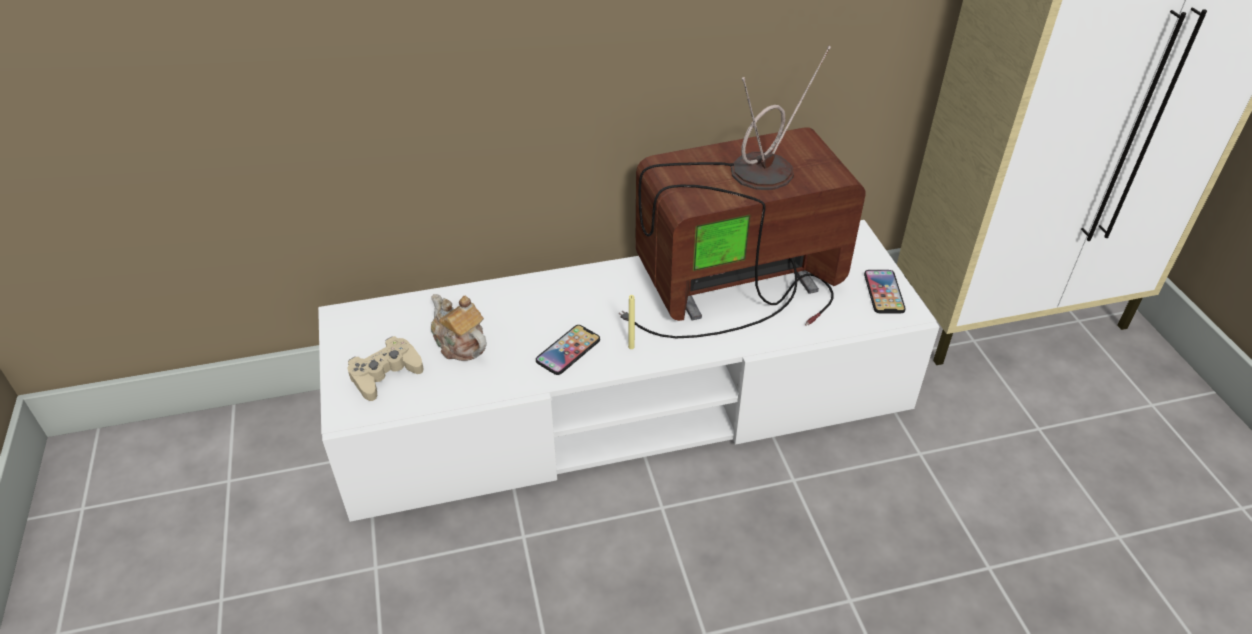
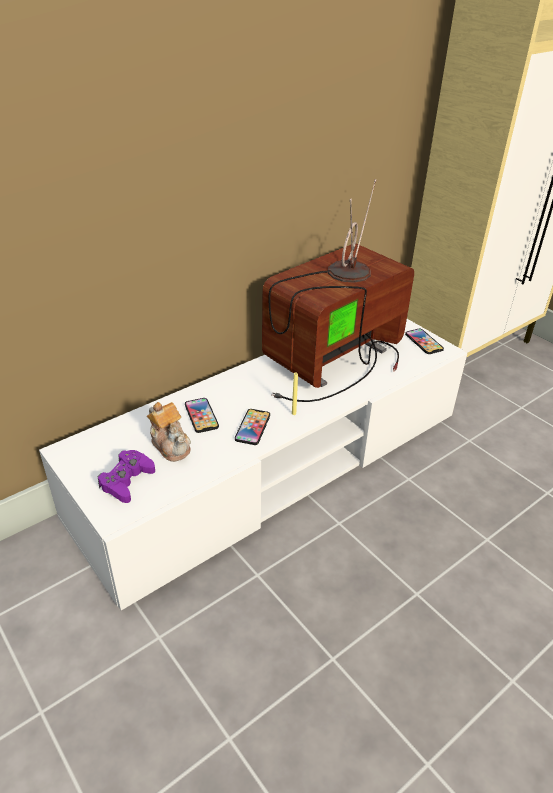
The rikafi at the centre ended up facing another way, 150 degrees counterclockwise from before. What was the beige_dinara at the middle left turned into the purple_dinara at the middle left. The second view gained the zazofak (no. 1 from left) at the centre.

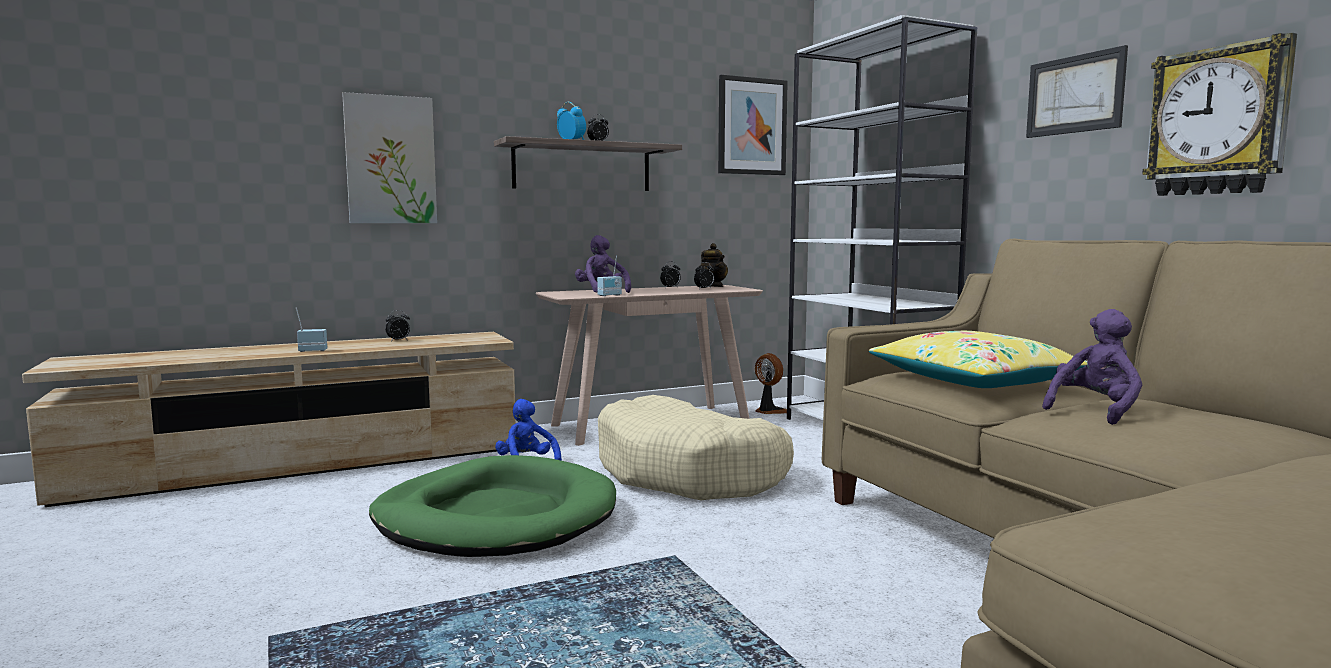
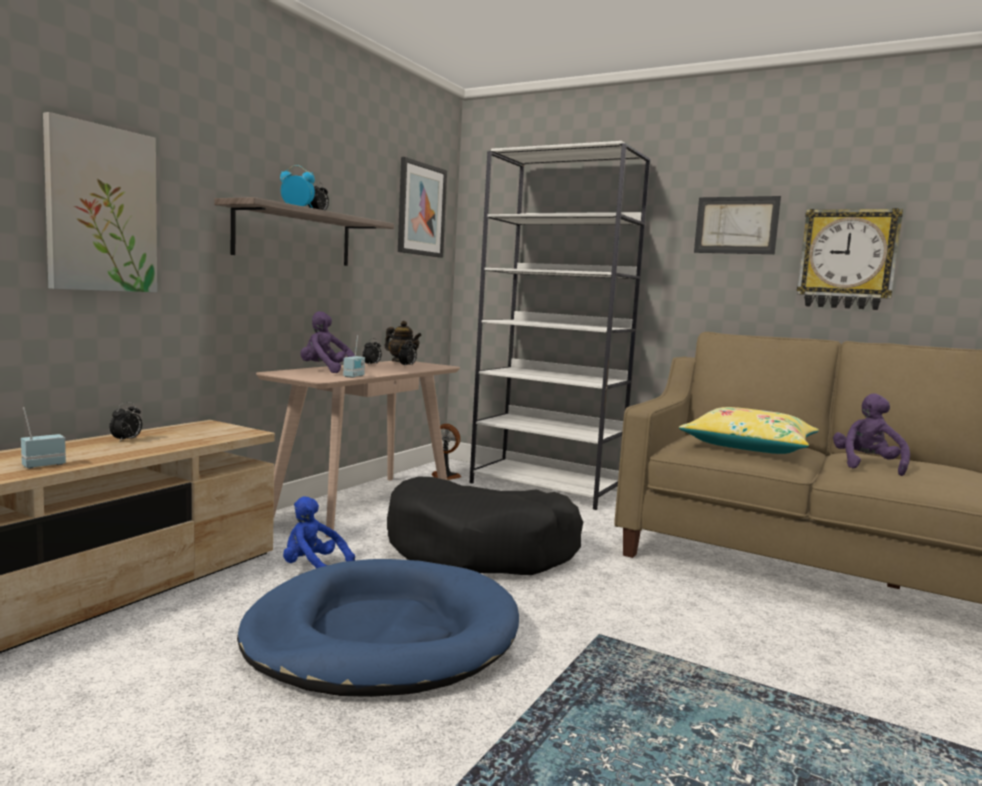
What was the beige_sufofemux at the bottom centre turned into the black_sufofemux at the bottom centre. What was the green_sufofemux at the bottom centre turned into the blue_sufofemux at the bottom centre.

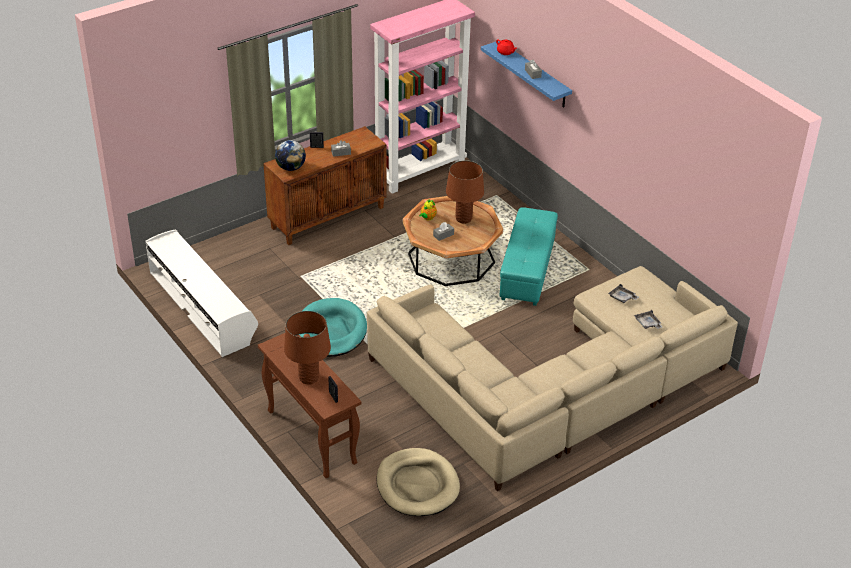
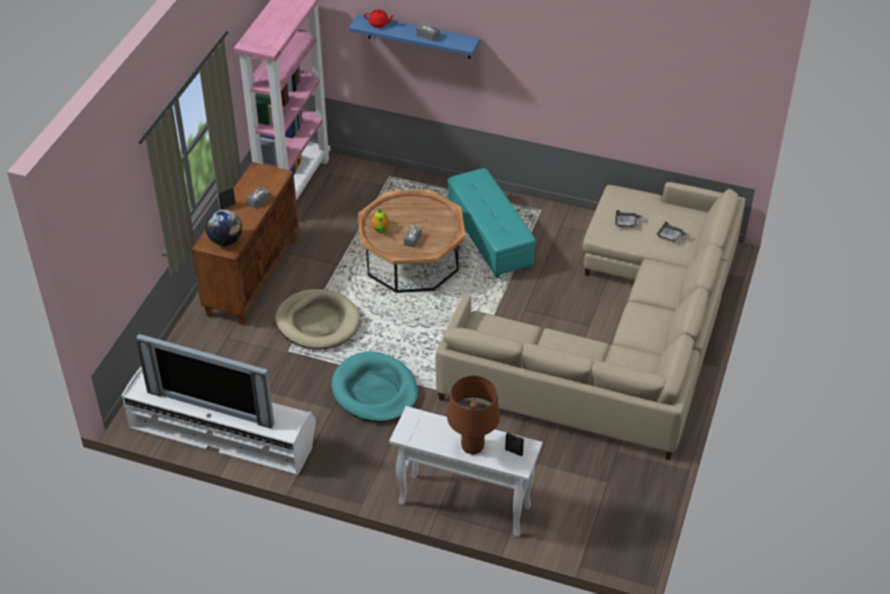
The second view lost the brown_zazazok (no. 2 from left) at the centre. What was the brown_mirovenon at the bottom centre turned into the white_mirovenon at the bottom centre. The beige_sufofemux ended up elsewhere, having gone from the bottom centre to the centre. The second view gained the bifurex at the middle left.

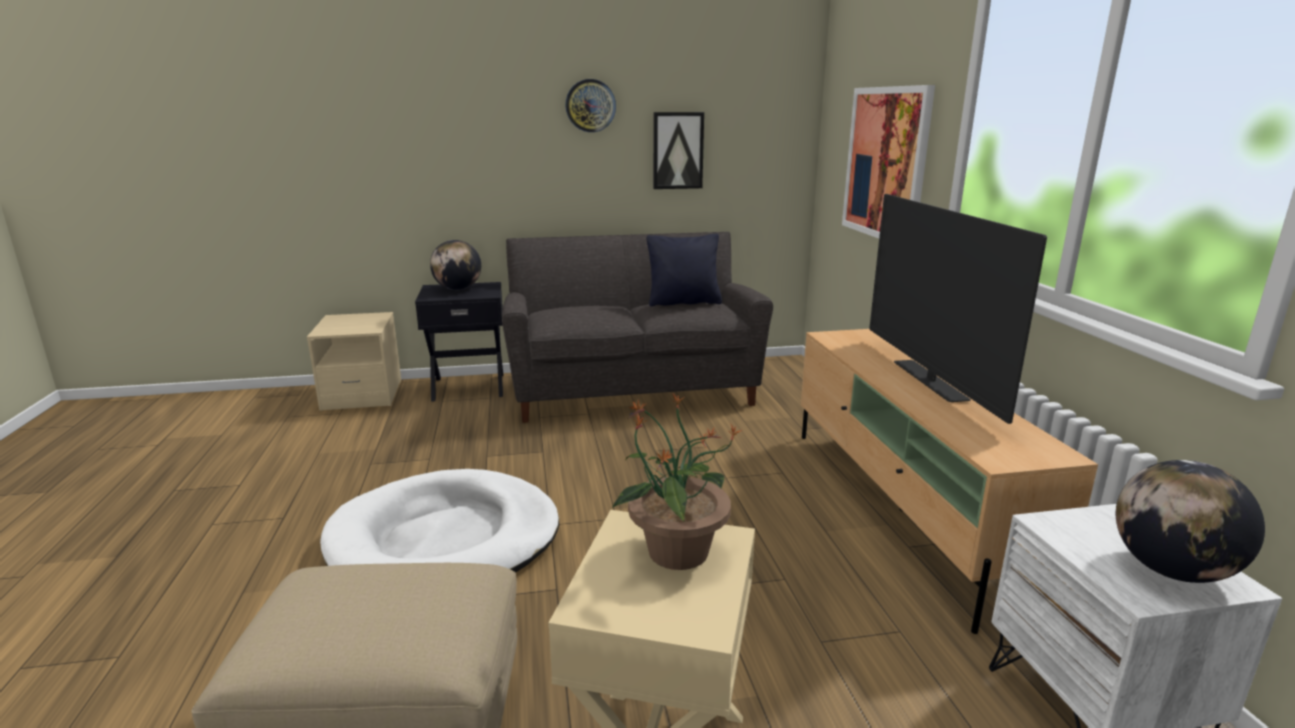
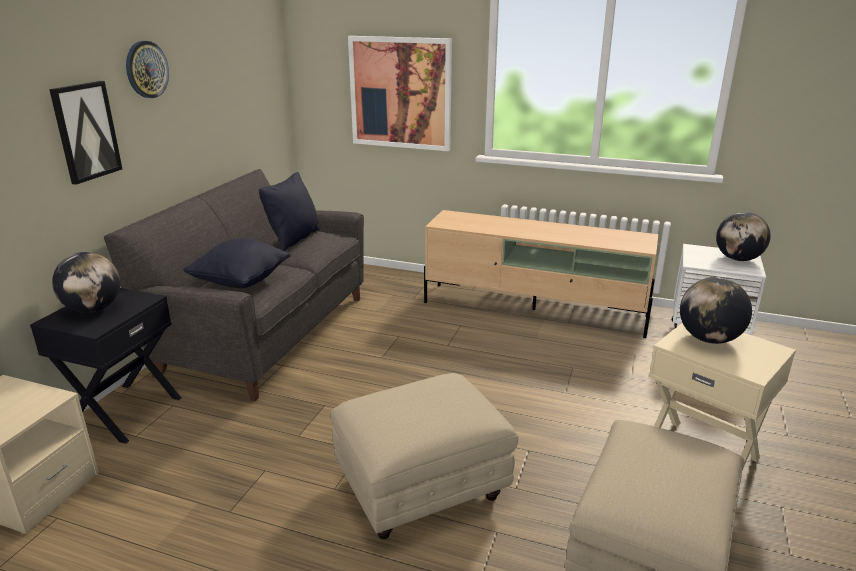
The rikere (no. 1 from left) ended up elsewhere, having gone from the top centre to the top left. The second view lost the bifurex at the middle right. Where the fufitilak stood at the centre, the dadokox (no. 2 from left) came to stand at the middle right. Where the white_sufofemux stood at the bottom centre, the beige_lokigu (no. 1 from left) came to stand at the bottom centre. The second view gained the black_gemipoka (no. 1 from left) at the middle left.

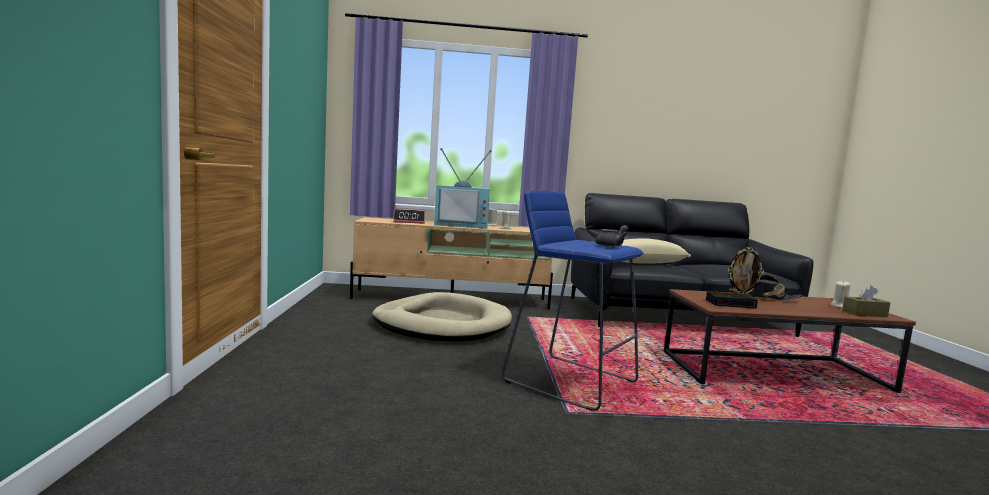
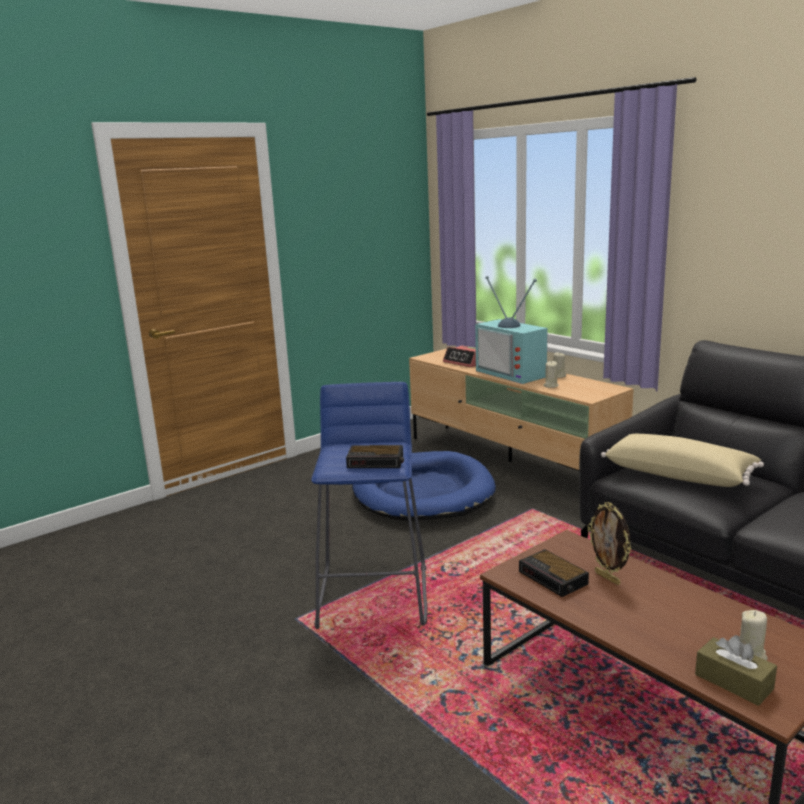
Where the grey_rikafi stood at the centre, the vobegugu (no. 1 from left) came to stand at the centre. The second view lost the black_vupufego at the middle right. What was the beige_sufofemux at the centre turned into the blue_sufofemux at the centre.

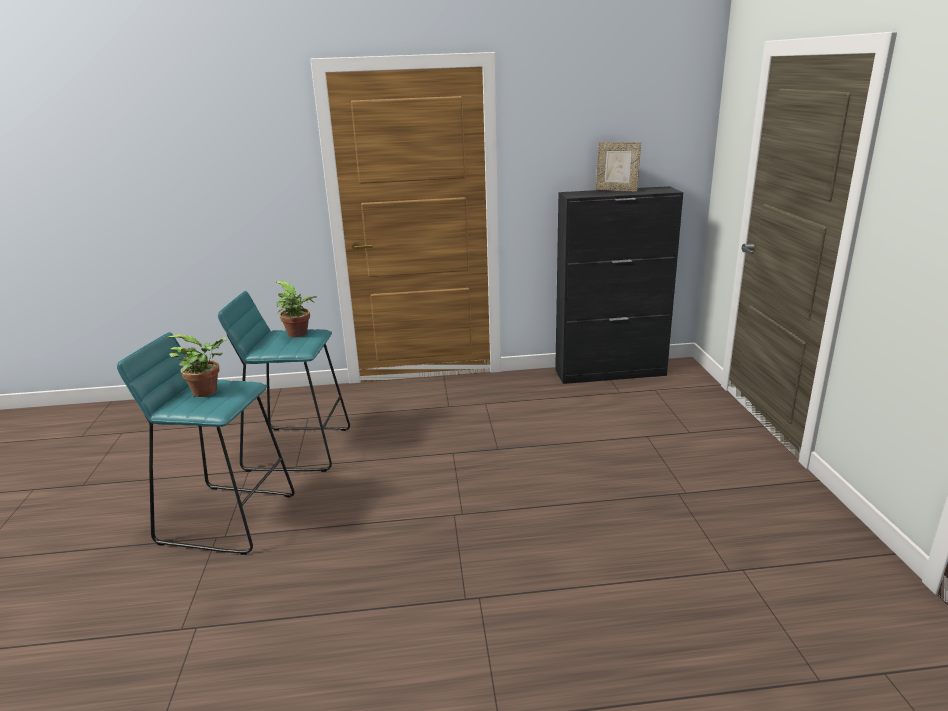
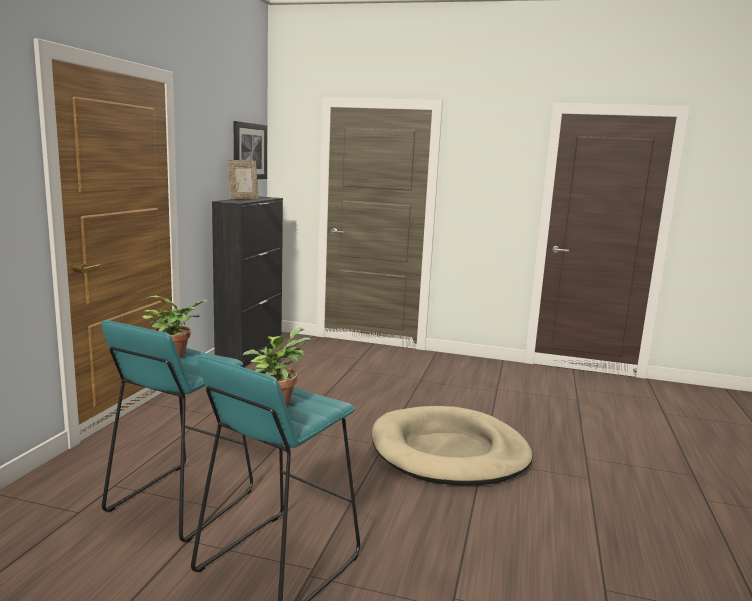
The second view gained the rikere at the top left. The second view gained the beige_sufofemux at the bottom centre.

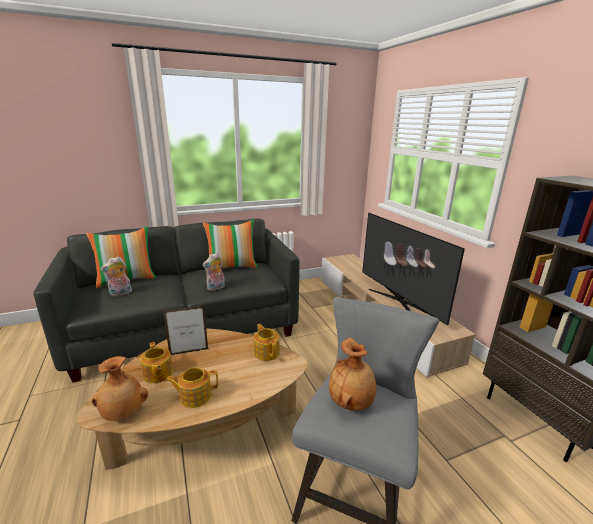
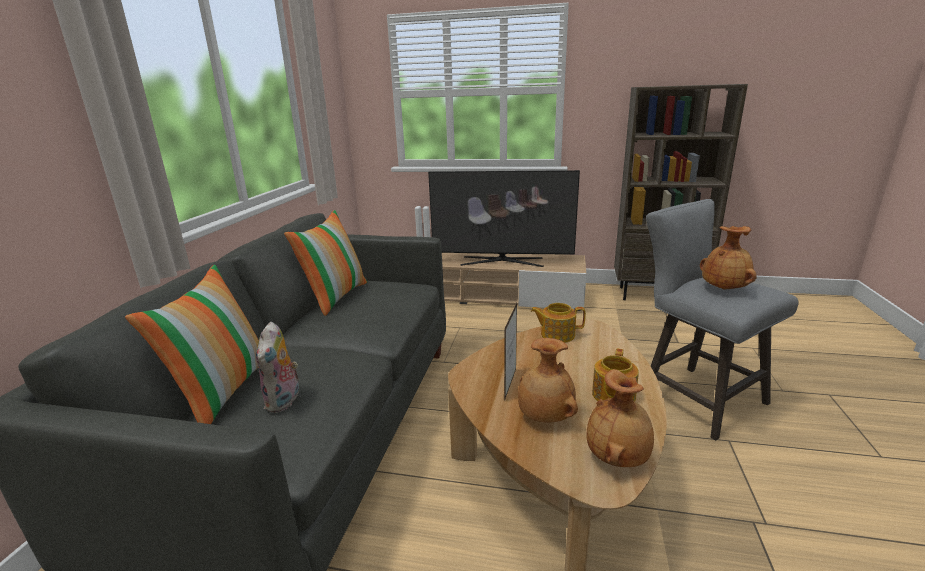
The second view lost the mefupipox (no. 2 from left) at the centre. Where the rikafi (no. 1 from left) stood at the bottom left, the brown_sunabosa (no. 1 from left) came to stand at the centre.

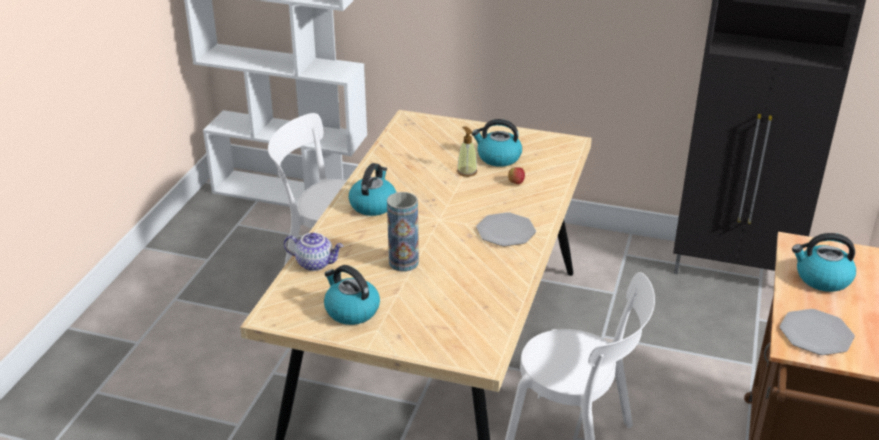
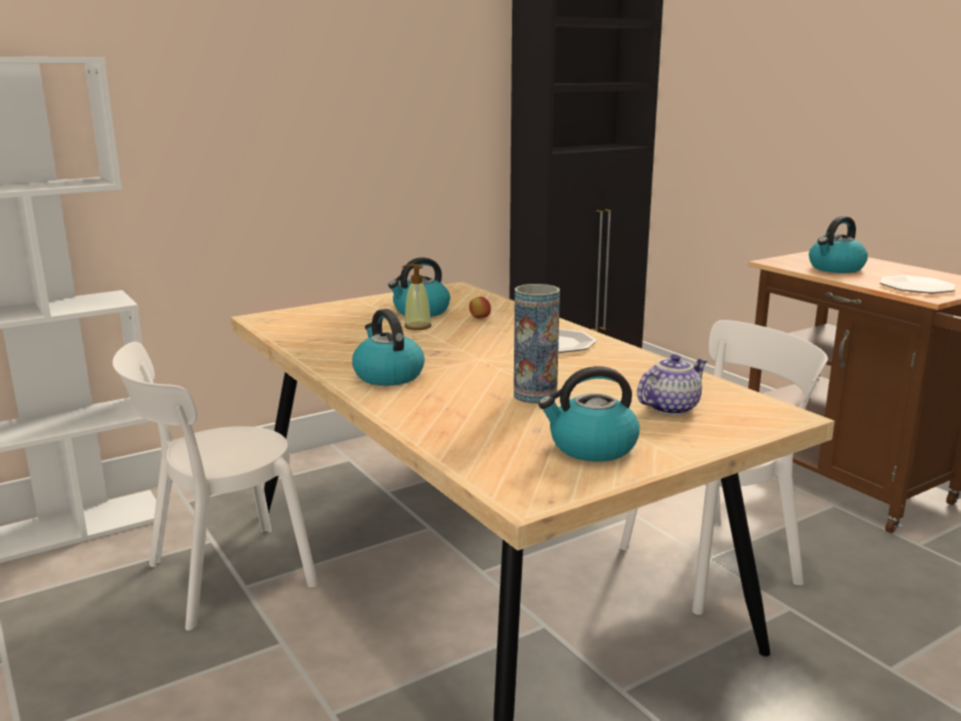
The rikafi ended up elsewhere, having gone from the centre to the middle right.

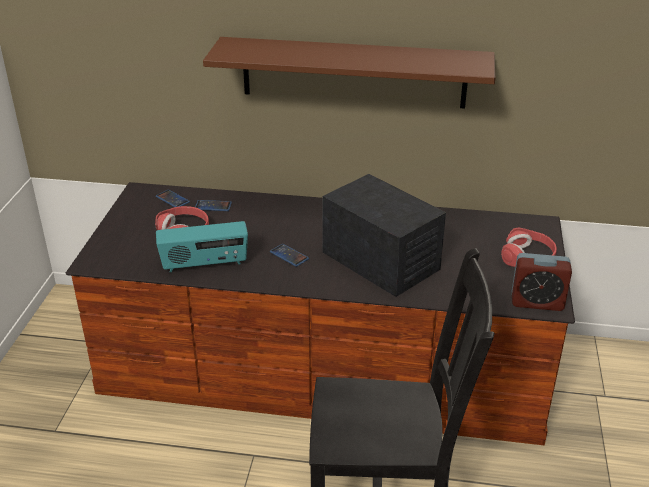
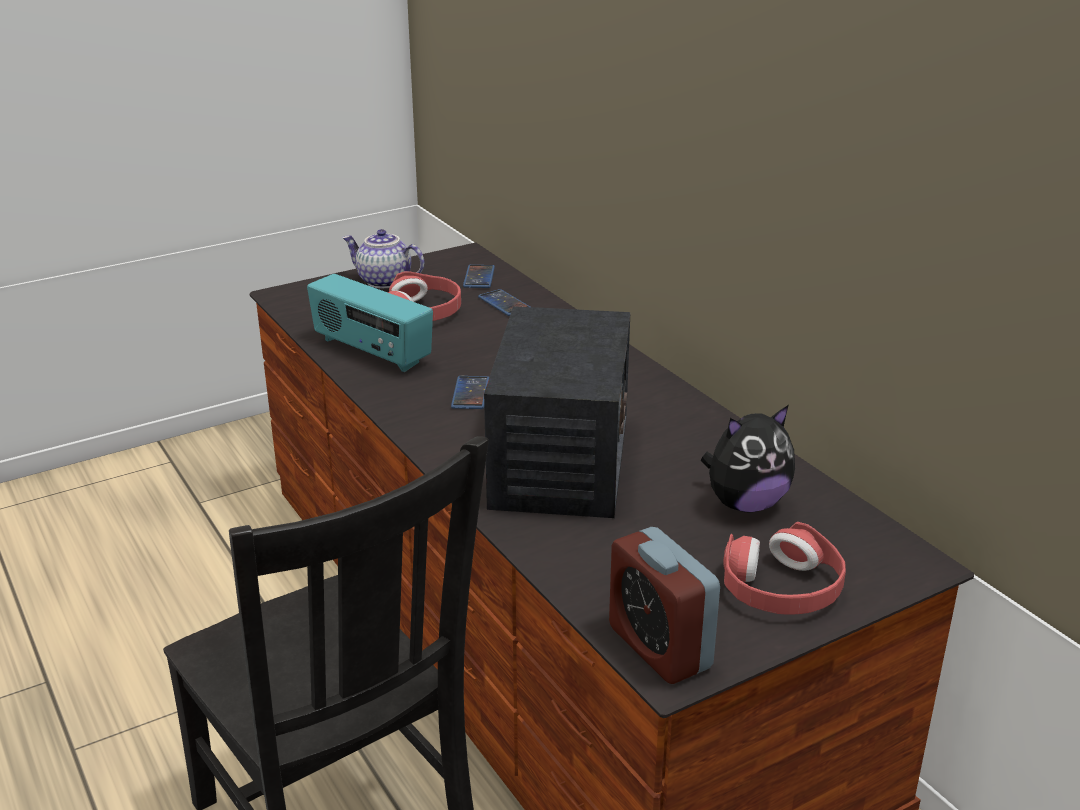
The second view lost the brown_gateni at the top centre. The second view gained the rikafi at the top centre. The second view gained the mefupipox at the middle right.

